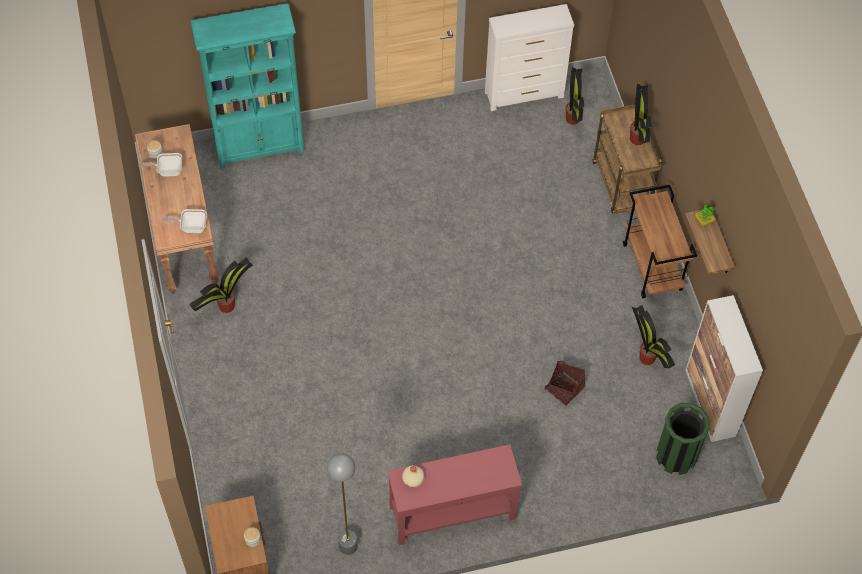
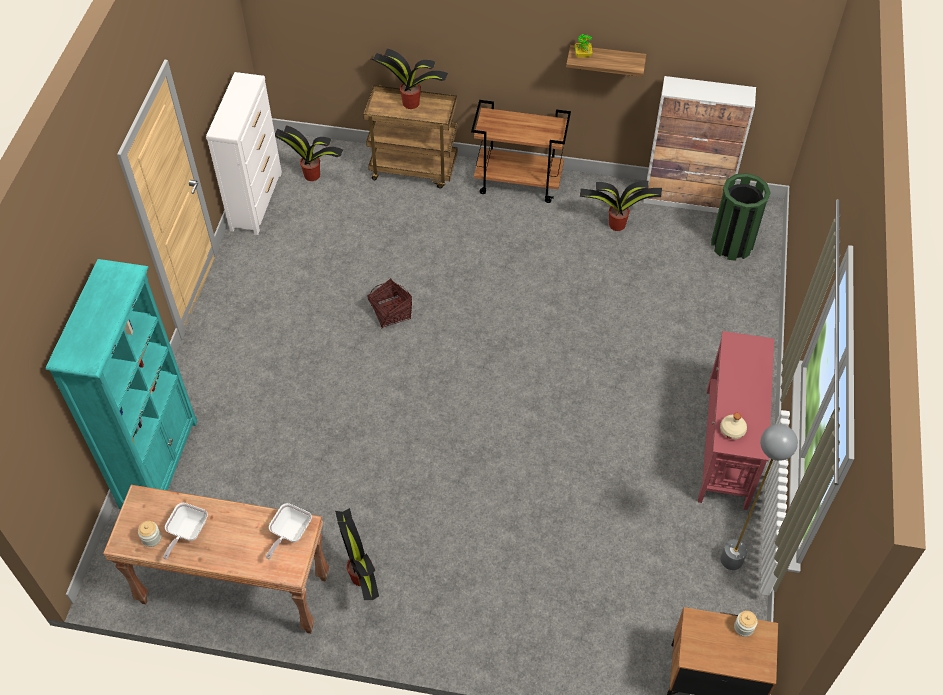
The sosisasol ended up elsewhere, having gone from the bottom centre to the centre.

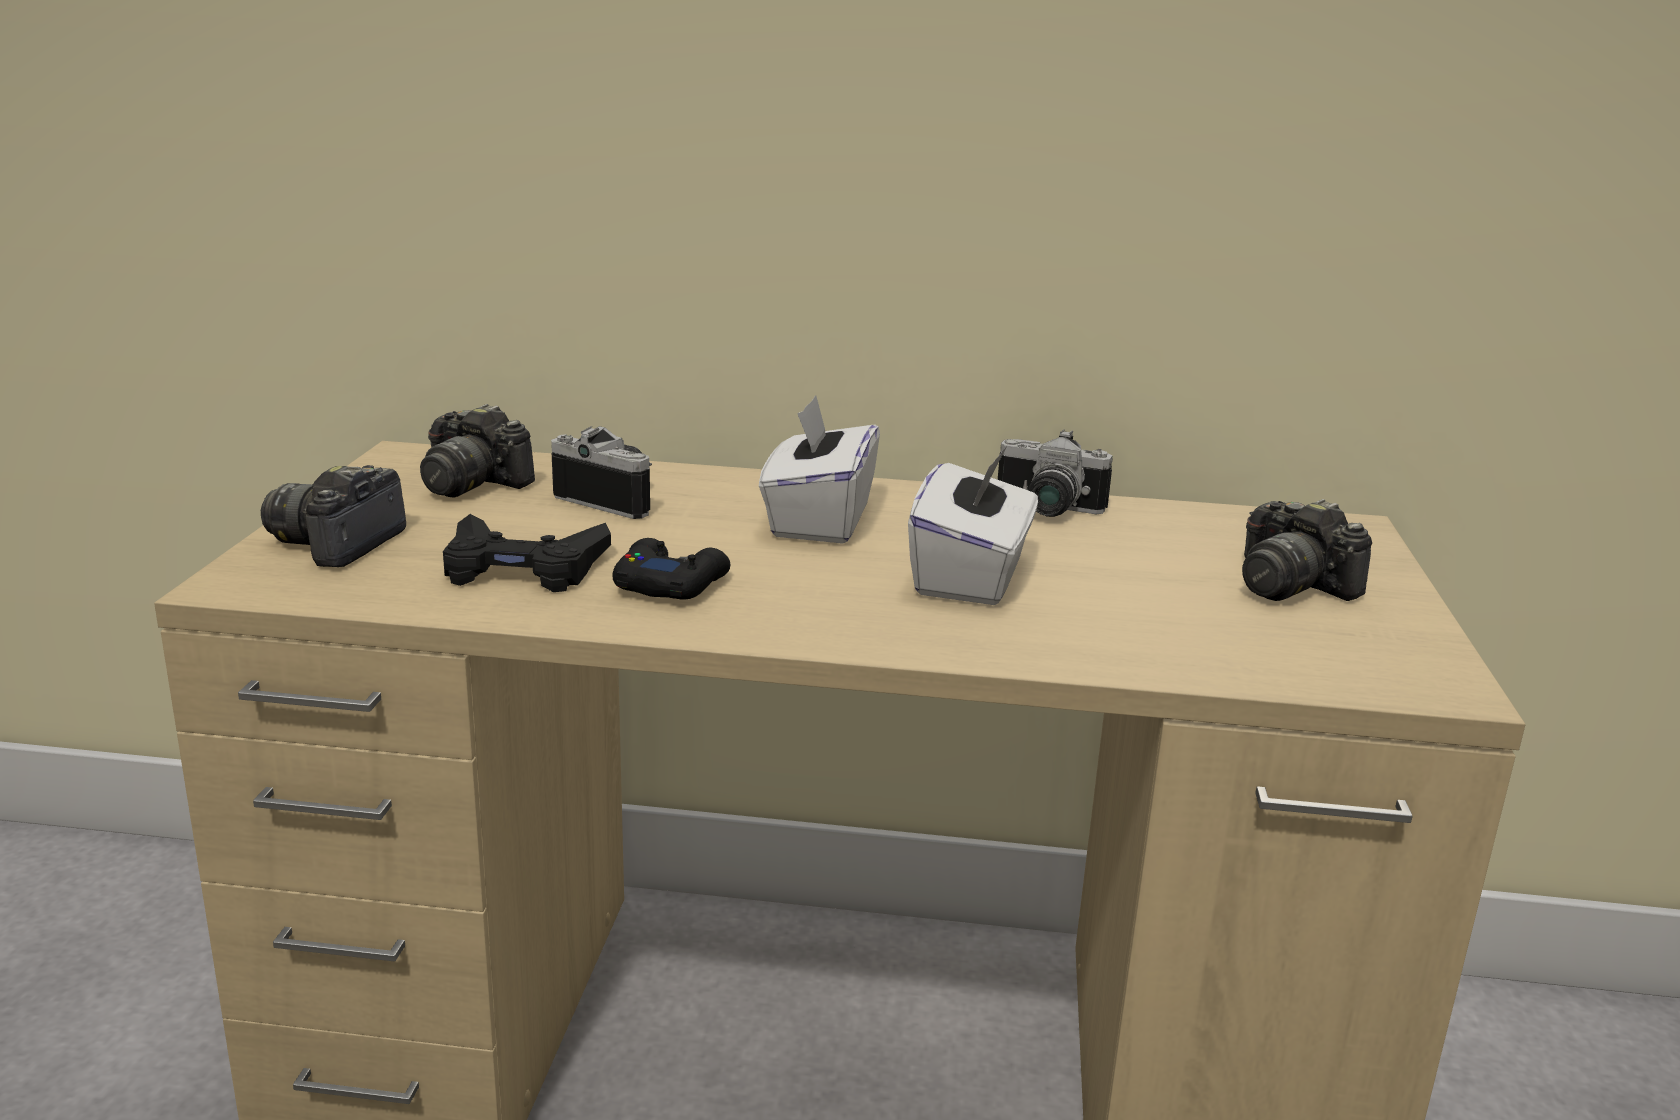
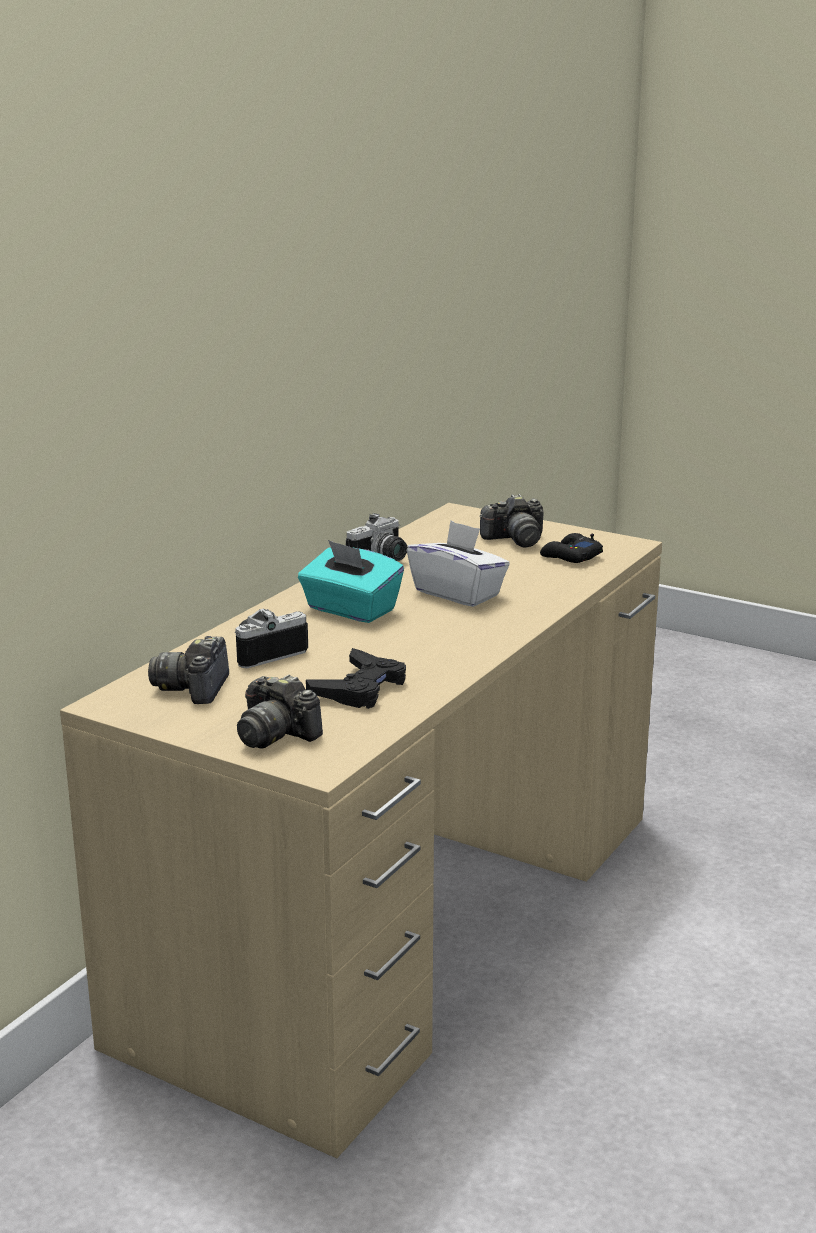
What was the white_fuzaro (no. 1 from left) at the centre turned into the turquoise_fuzaro at the centre. The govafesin (no. 2 from left in the first image) at the middle left ended up facing another way, 135 degrees clockwise from before. The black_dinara (no. 2 from left) ended up elsewhere, having gone from the centre to the middle right.

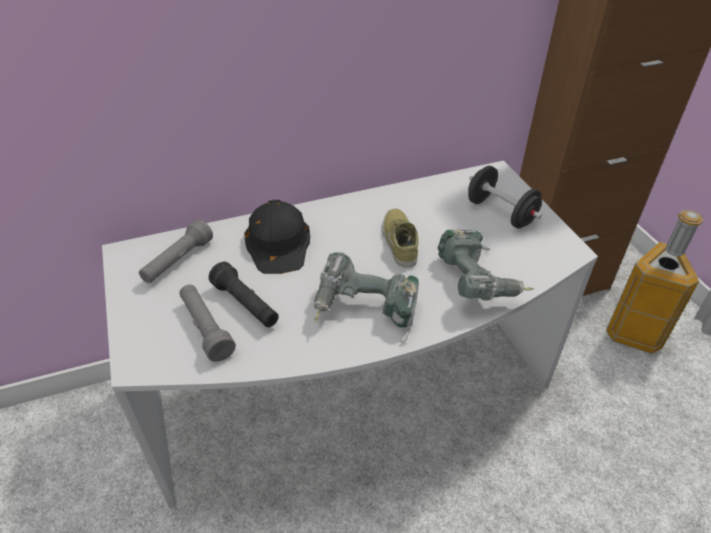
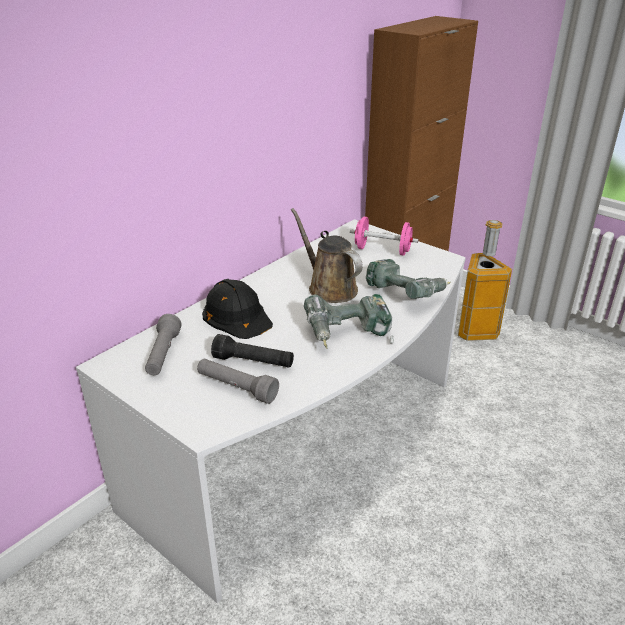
What was the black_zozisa at the middle right turned into the pink_zozisa at the centre. Where the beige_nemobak stood at the centre, the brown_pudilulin came to stand at the centre.

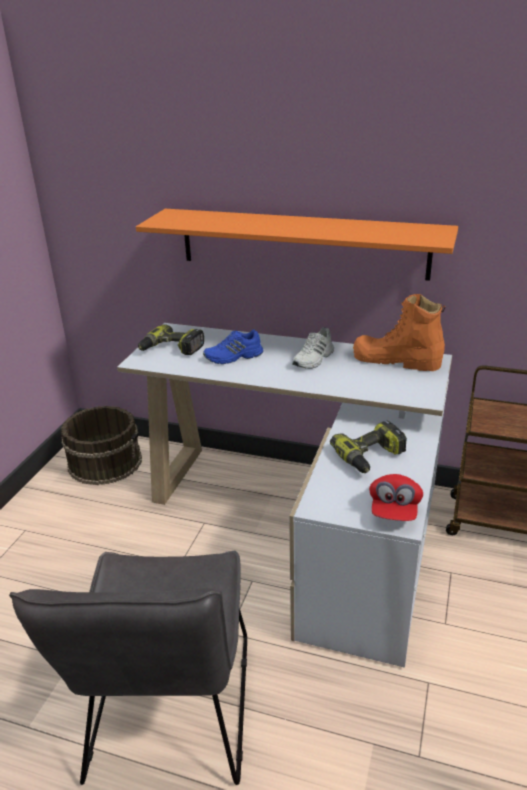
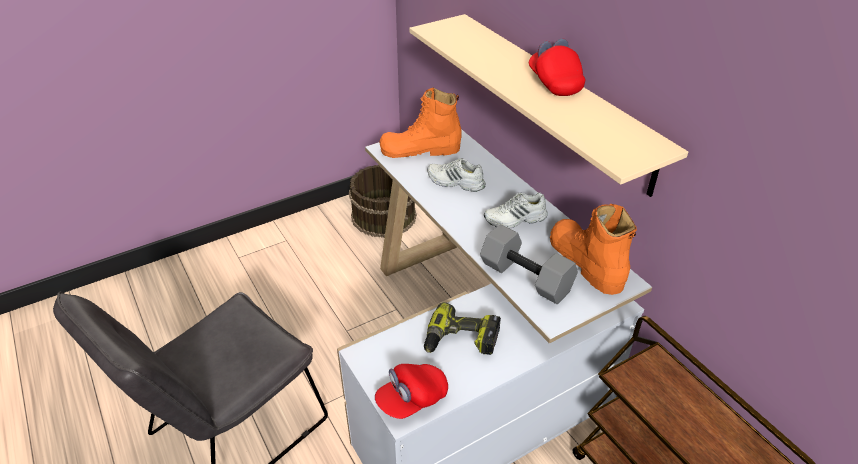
What was the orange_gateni at the top centre turned into the beige_gateni at the top centre. Where the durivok (no. 1 from left) stood at the middle left, the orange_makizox (no. 1 from left) came to stand at the top centre. What was the blue_nemobak at the centre turned into the white_nemobak (no. 1 from left) at the centre. The second view gained the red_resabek (no. 2 from left) at the top centre. The second view gained the grey_zozisa at the centre.

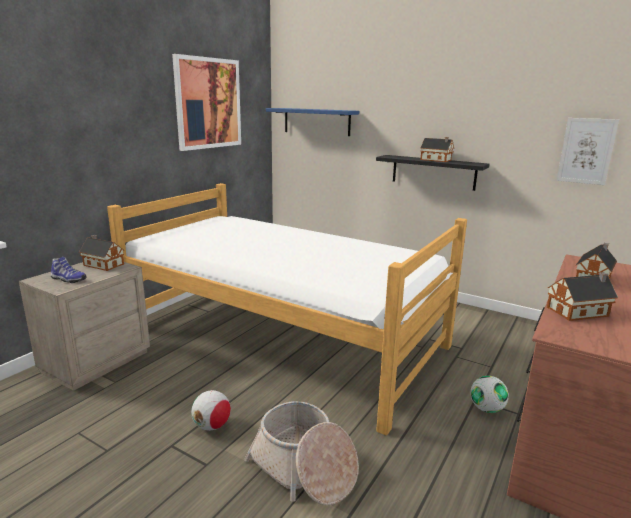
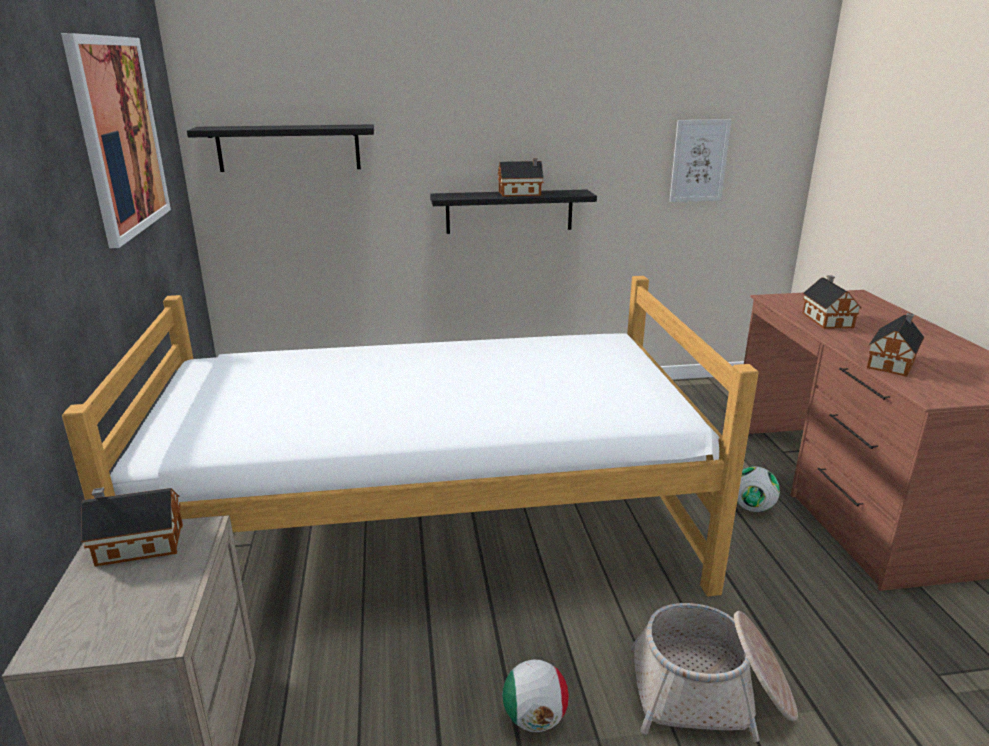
What was the blue_gateni at the top centre turned into the black_gateni (no. 1 from left) at the top left. The second view lost the nemobak at the middle left.

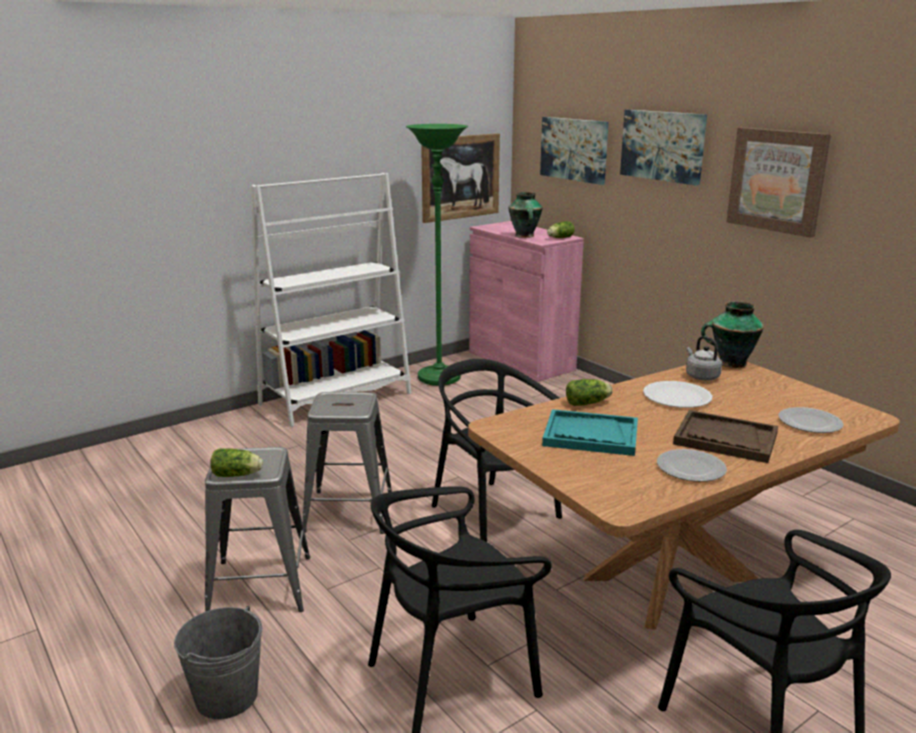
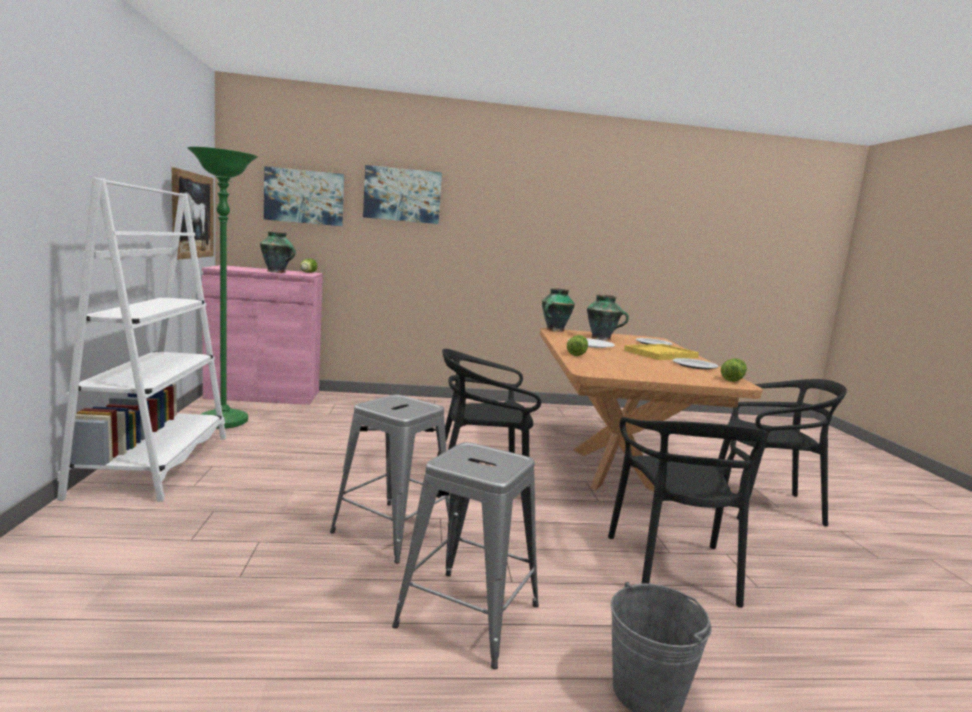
The second view lost the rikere (no. 4 from left) at the top right. The second view lost the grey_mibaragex at the middle right. The second view lost the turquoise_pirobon at the centre. What was the brown_pirobon at the middle right turned into the yellow_pirobon at the middle right. The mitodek (no. 1 from left in the first image) ended up elsewhere, having gone from the middle left to the middle right. The second view gained the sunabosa (no. 3 from left) at the centre.

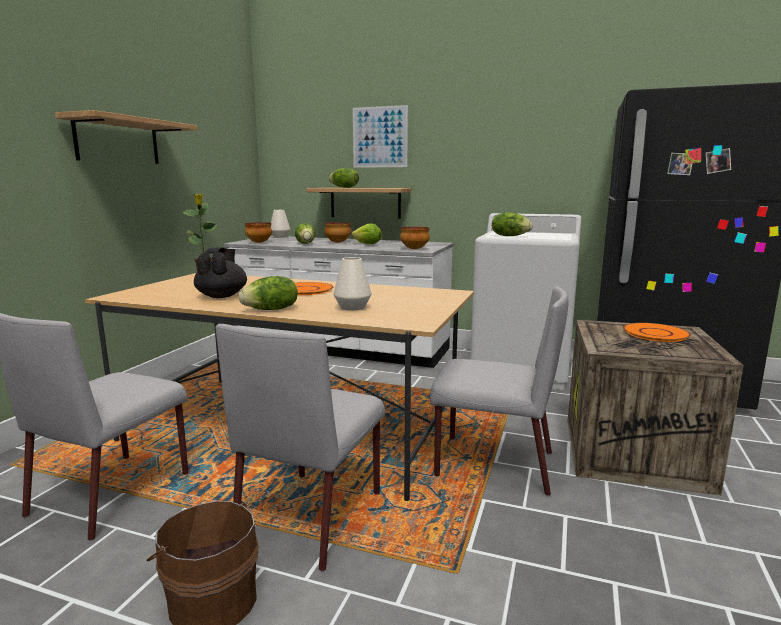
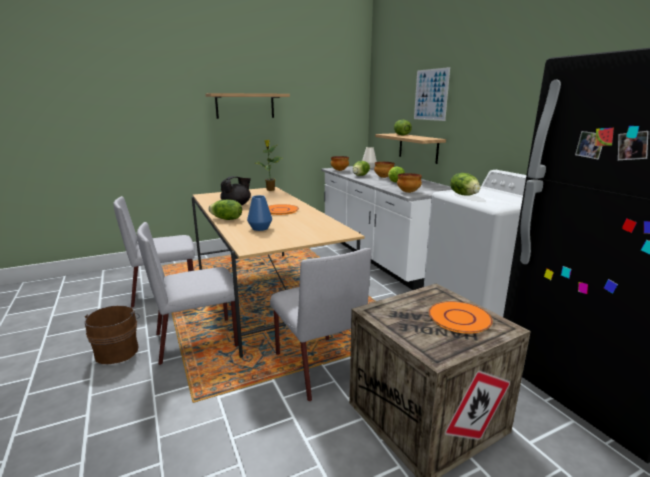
What was the white_sunabosa (no. 2 from left) at the centre turned into the blue_sunabosa at the centre.

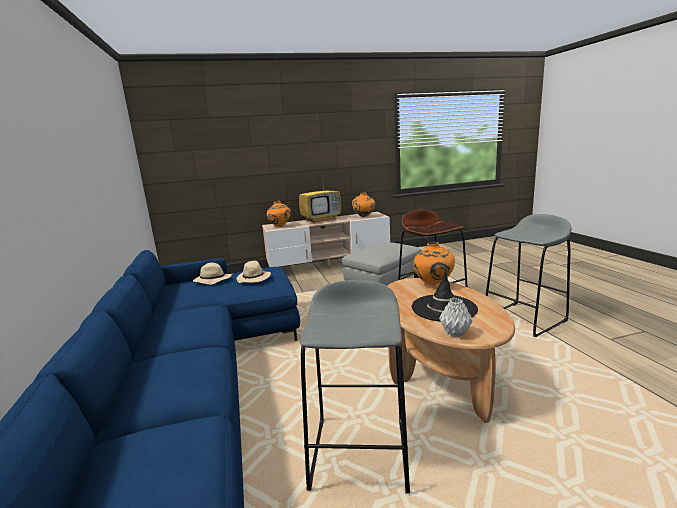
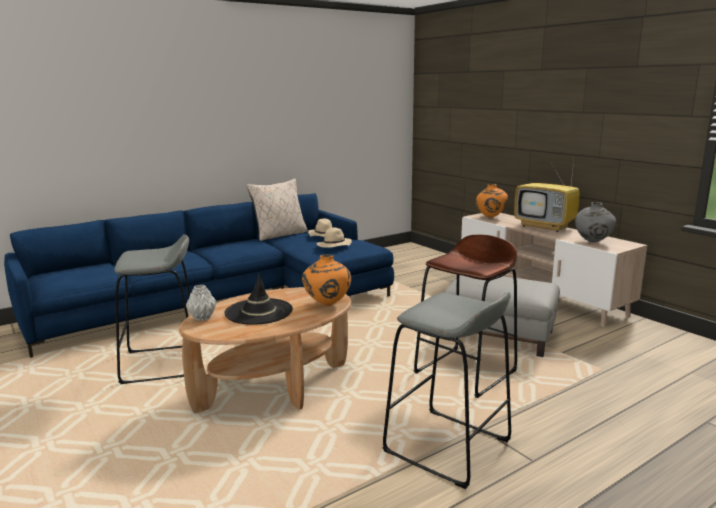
What was the orange_sunabosa (no. 2 from left) at the centre turned into the grey_sunabosa (no. 2 from left) at the middle right. The second view gained the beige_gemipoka at the centre.

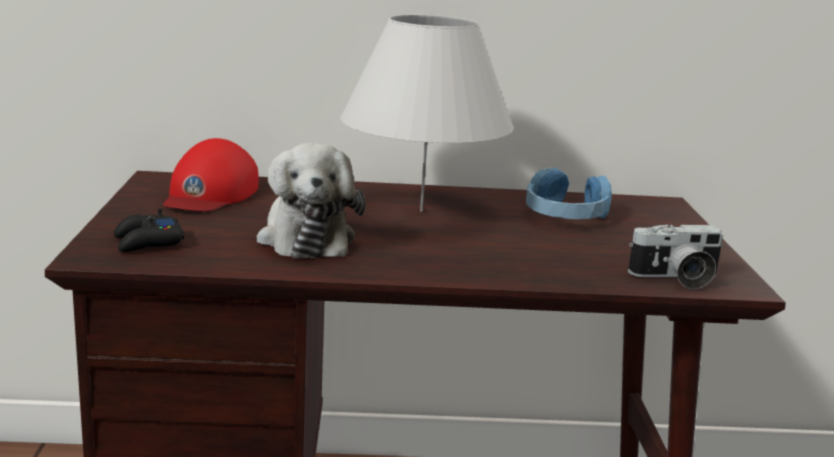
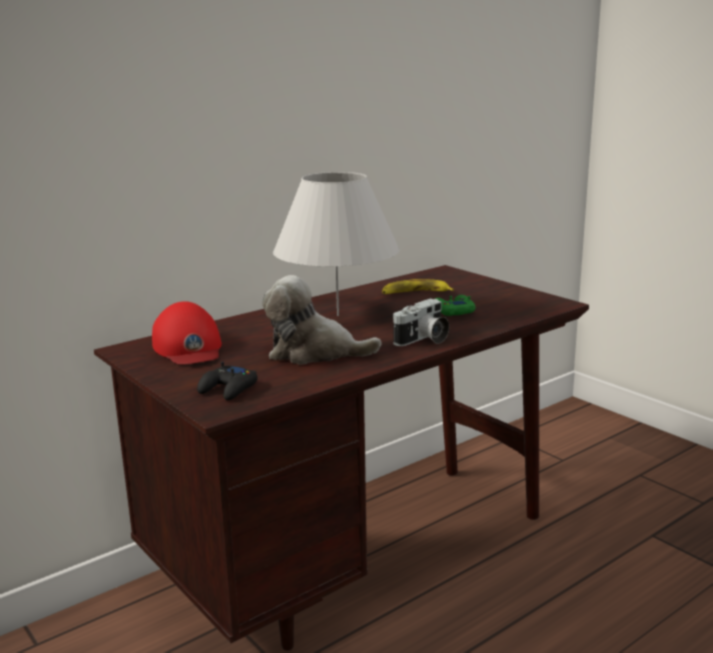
The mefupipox at the centre ended up facing another way, 150 degrees clockwise from before. Where the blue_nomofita stood at the middle right, the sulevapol came to stand at the centre. The govafesin ended up elsewhere, having gone from the middle right to the centre. The second view gained the green_dinara at the centre.

